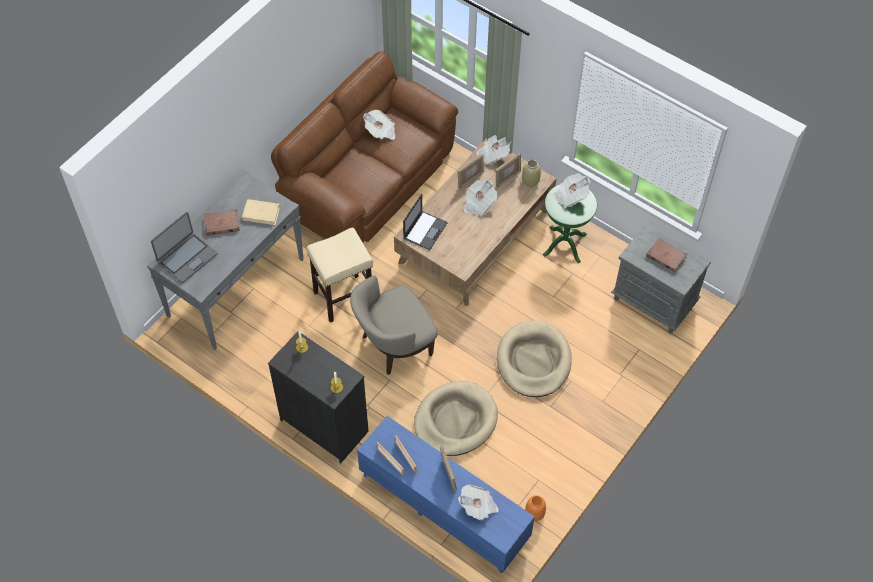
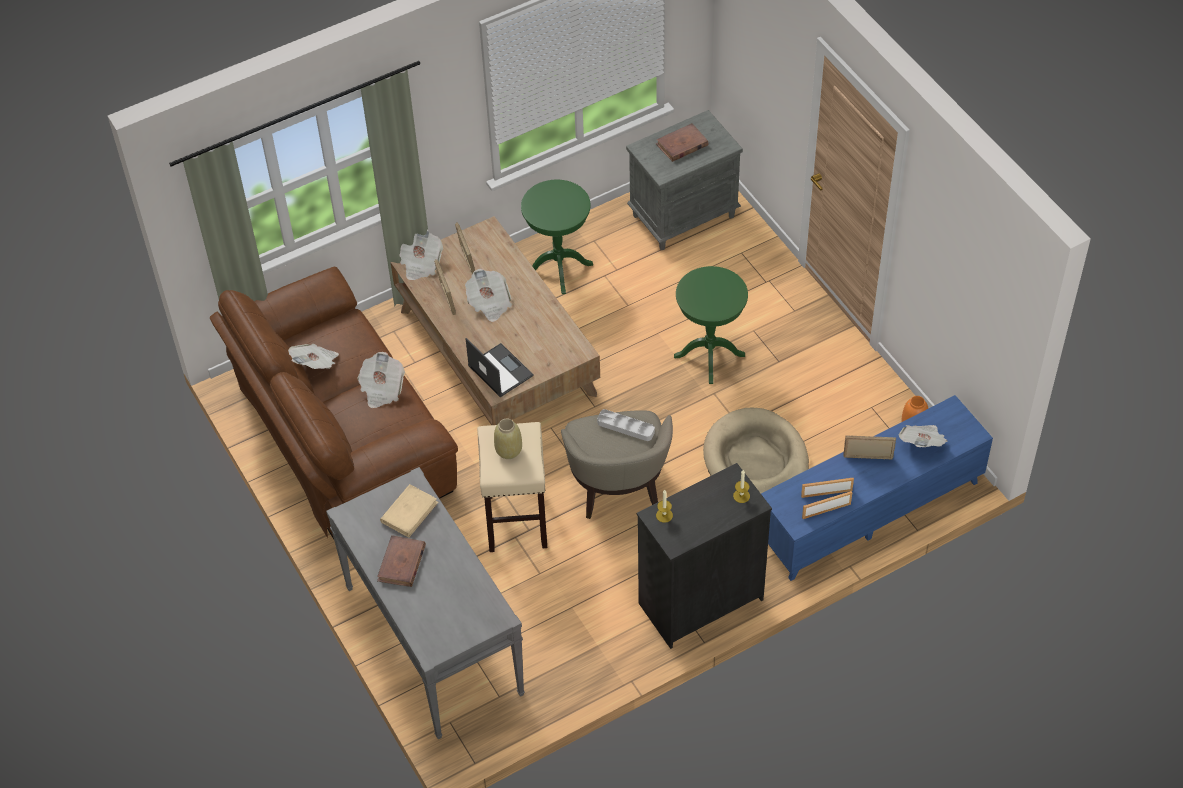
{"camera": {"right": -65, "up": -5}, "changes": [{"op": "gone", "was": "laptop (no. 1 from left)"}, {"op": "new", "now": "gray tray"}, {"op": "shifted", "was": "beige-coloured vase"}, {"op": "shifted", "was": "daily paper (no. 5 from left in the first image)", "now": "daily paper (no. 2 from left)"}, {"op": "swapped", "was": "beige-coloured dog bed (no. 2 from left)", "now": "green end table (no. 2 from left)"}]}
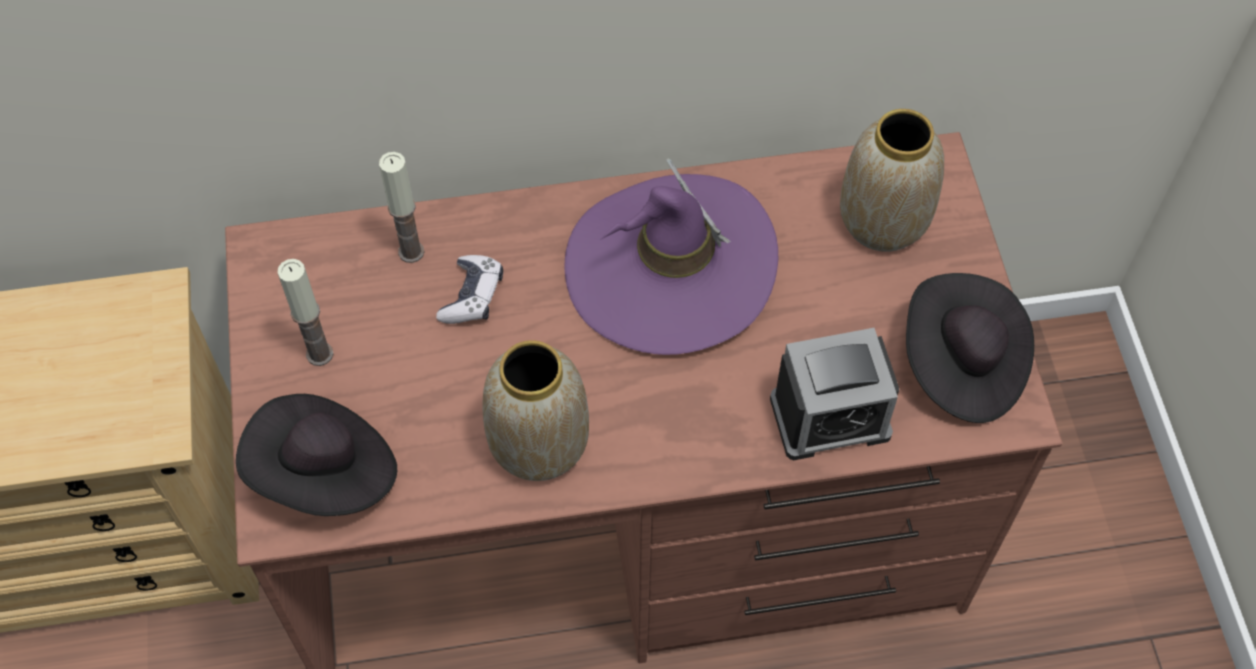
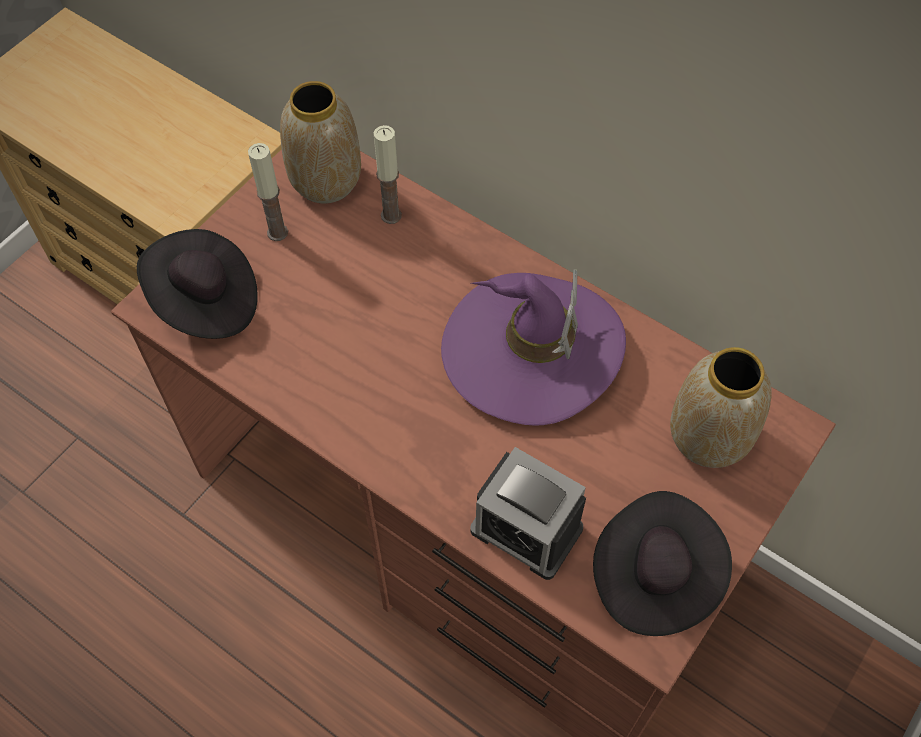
{"camera": {"right": 45, "up": 0}, "changes": [{"op": "gone", "was": "gamepad"}, {"op": "shifted", "was": "vase (no. 1 from left)"}]}
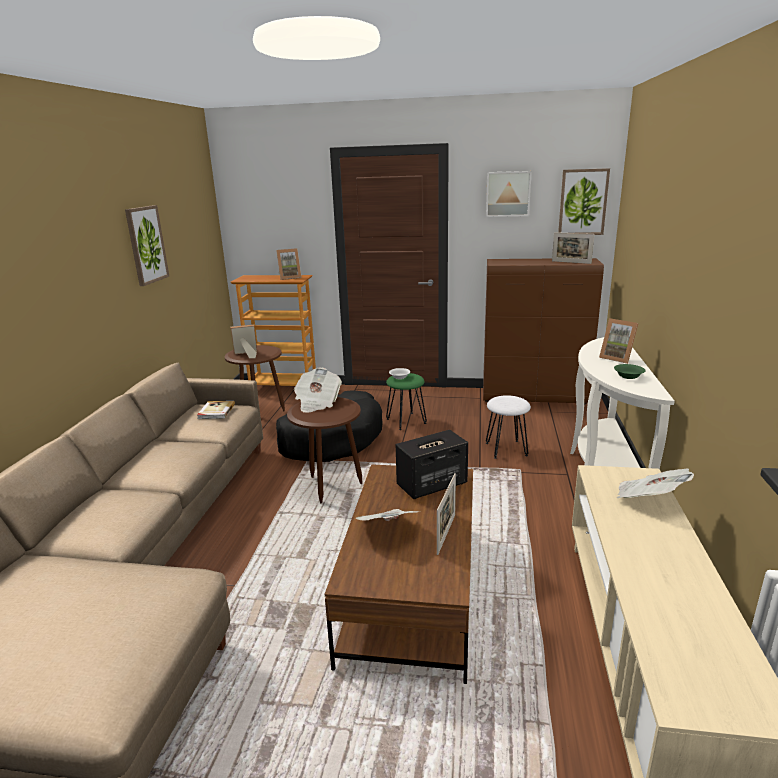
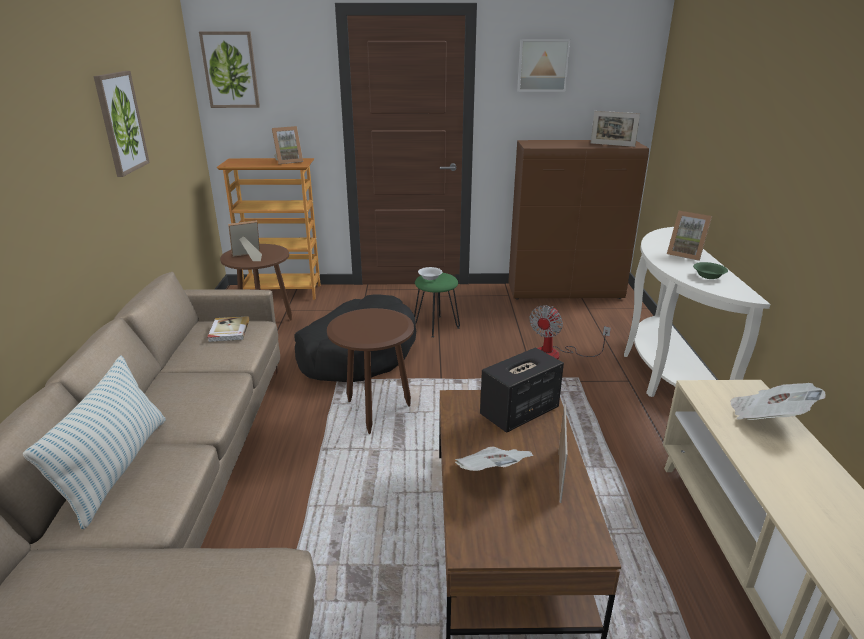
{"camera": {"right": -10, "up": 5}, "changes": [{"op": "gone", "was": "daily paper (no. 1 from left)"}, {"op": "new", "now": "pillow"}, {"op": "shifted", "was": "picture (no. 3 from left in the first image)", "now": "picture (no. 2 from left)"}, {"op": "swapped", "was": "whitish stool", "now": "fan"}]}
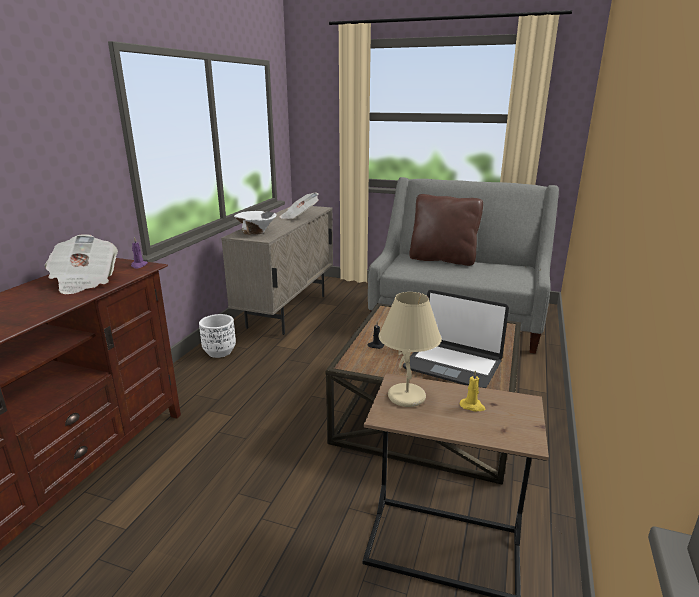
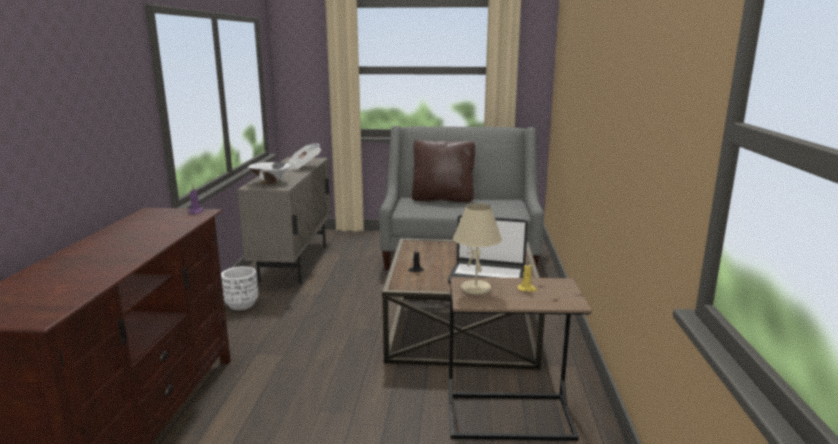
{"camera": {"right": -15, "up": -5}, "changes": [{"op": "gone", "was": "daily paper (no. 1 from left)"}]}
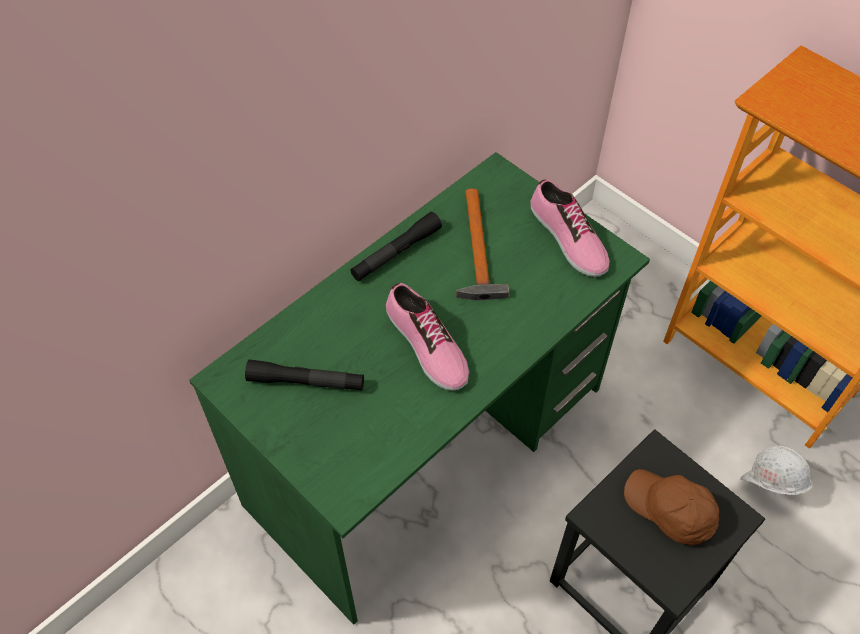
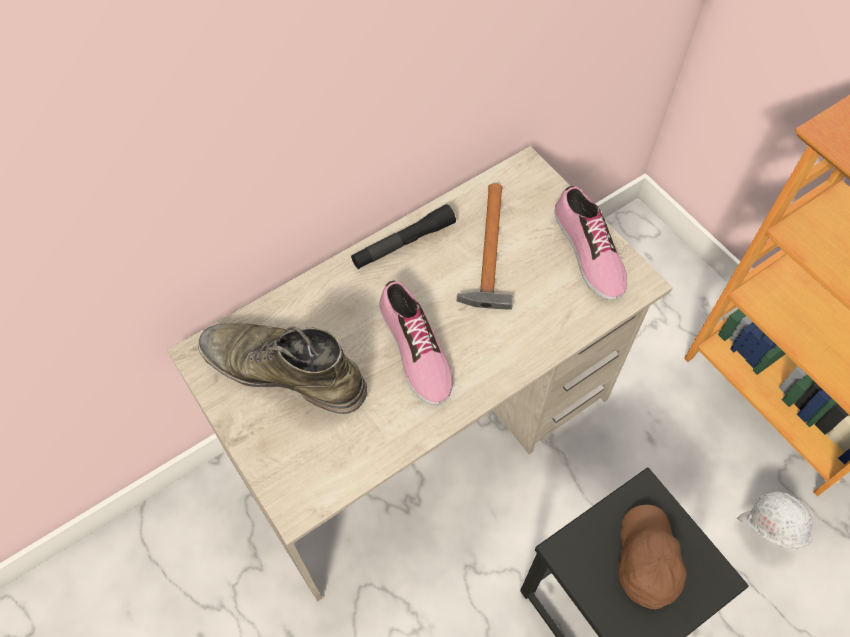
{"camera": {"right": 10, "up": 5}, "changes": [{"op": "swapped", "was": "blackish hand torch (no. 1 from left)", "now": "green tall boot"}, {"op": "repainted", "was": "green desk", "now": "beige-coloured desk"}, {"op": "rotated", "was": "brown peaked cap", "clockwise": 45}]}
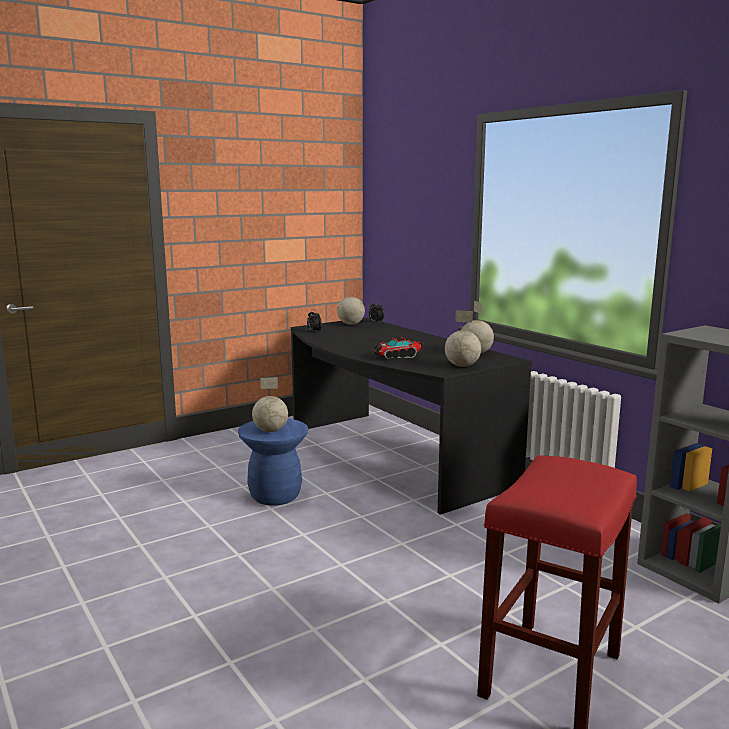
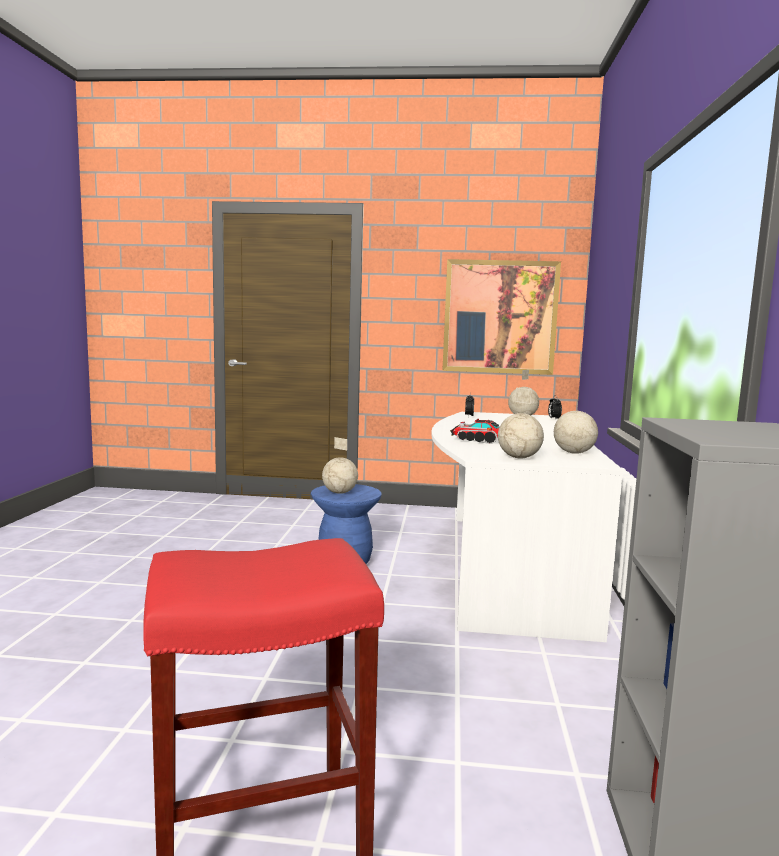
{"camera": {"right": 40, "up": -5}, "changes": [{"op": "new", "now": "picture"}, {"op": "repainted", "was": "blackish desk", "now": "whitish desk"}]}
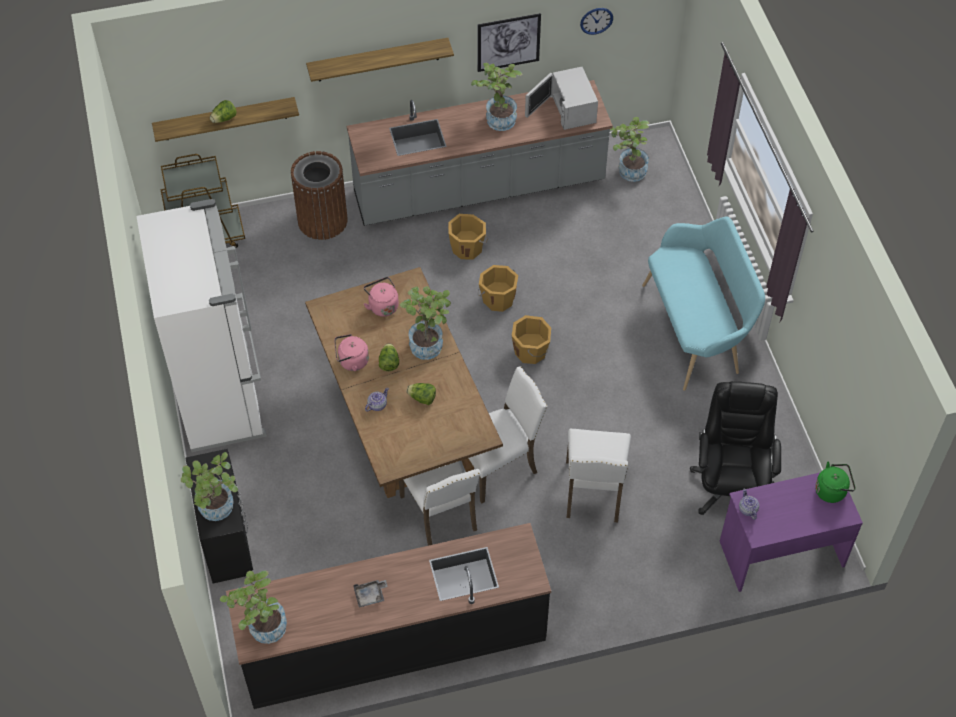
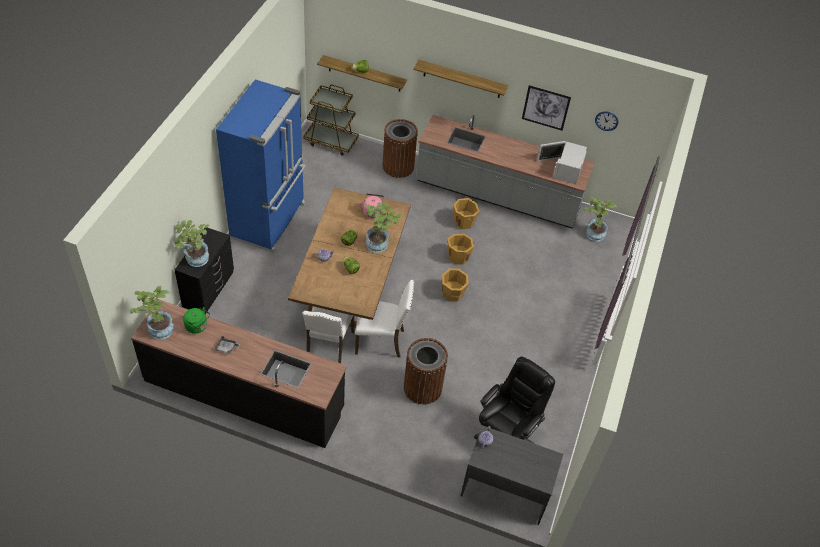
{"camera": {"right": 30, "up": -5}, "changes": [{"op": "gone", "was": "pink-coloured kettle (no. 1 from left)"}, {"op": "gone", "was": "potted plant (no. 4 from left)"}, {"op": "gone", "was": "turquoise bench"}, {"op": "shifted", "was": "green kettle"}, {"op": "swapped", "was": "whitish plain chair (no. 3 from left)", "now": "brown waste bin (no. 2 from left)"}, {"op": "repainted", "was": "whitish fridge", "now": "bluish fridge"}, {"op": "repainted", "was": "purplish desk", "now": "gray desk"}]}
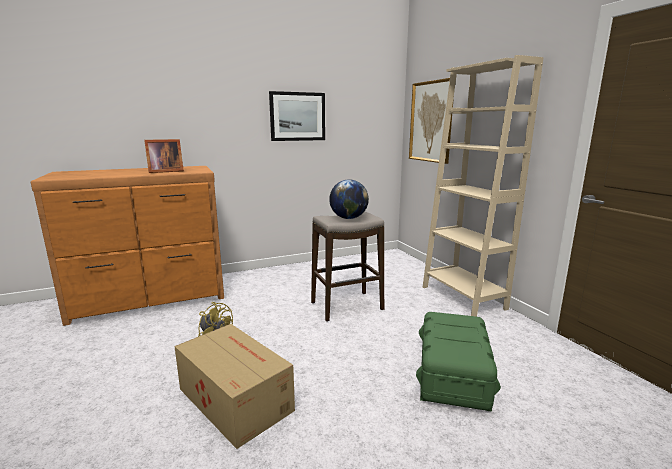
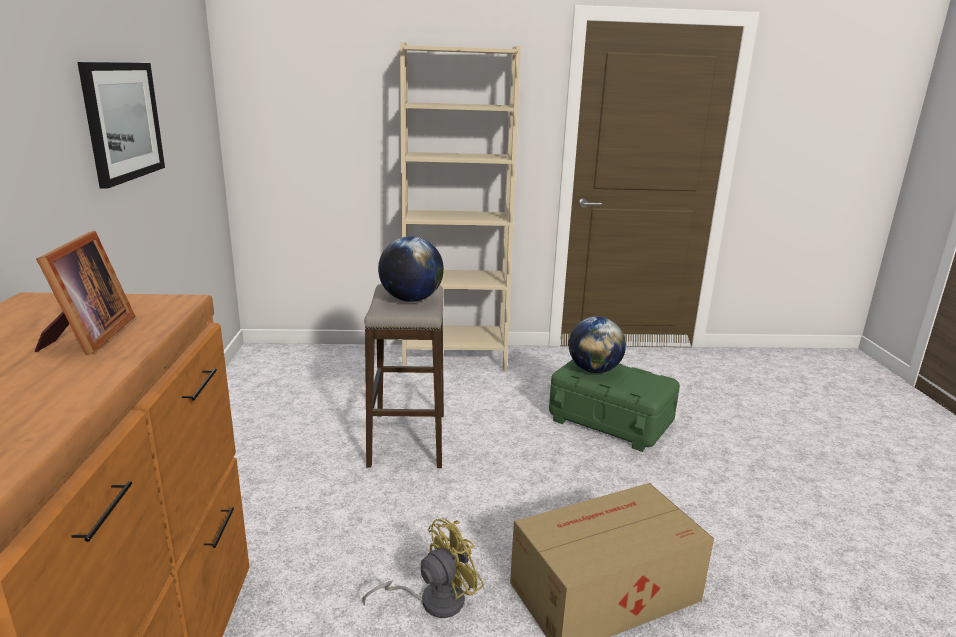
{"camera": {"right": -70, "up": 5}, "changes": [{"op": "gone", "was": "picture (no. 2 from left)"}, {"op": "new", "now": "desk globe (no. 2 from left)"}]}
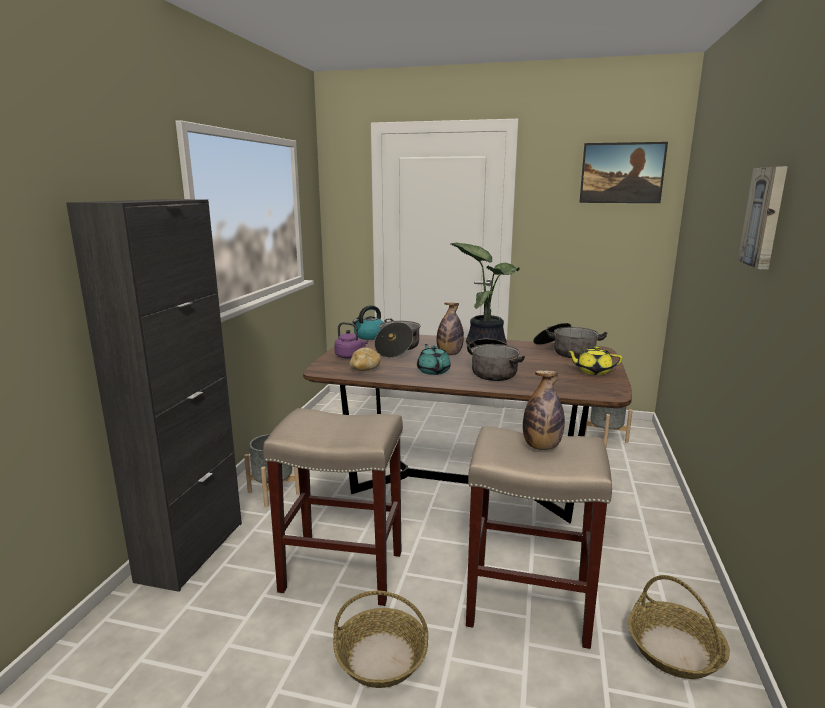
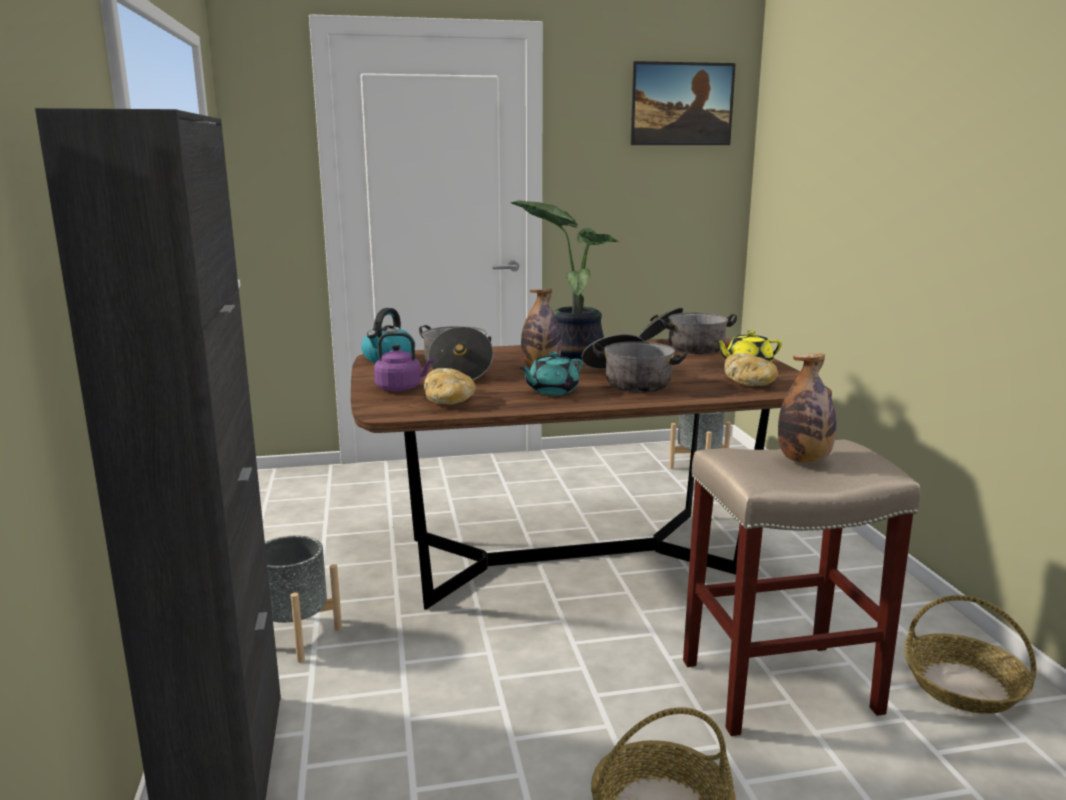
{"camera": {"right": -25, "up": 0}, "changes": [{"op": "gone", "was": "beige-coloured stool (no. 1 from left)"}, {"op": "gone", "was": "picture (no. 2 from left)"}, {"op": "new", "now": "baked bread (no. 2 from left)"}, {"op": "rotated", "was": "turquoise pot for tea", "clockwise": -90}]}
